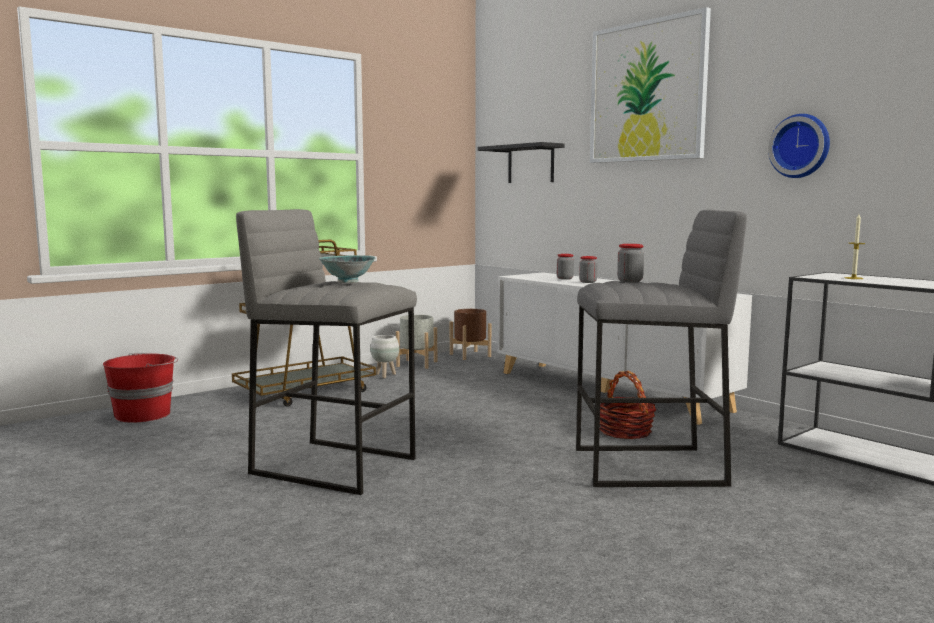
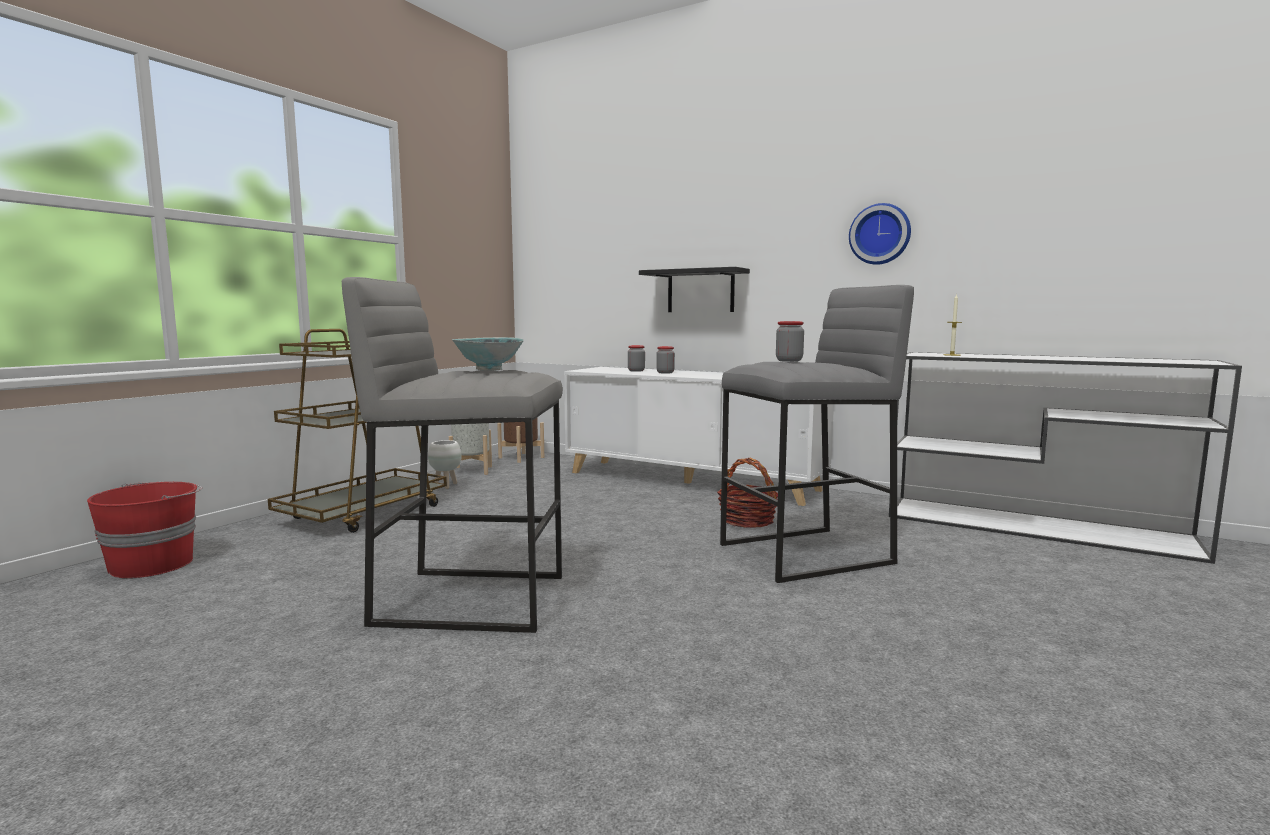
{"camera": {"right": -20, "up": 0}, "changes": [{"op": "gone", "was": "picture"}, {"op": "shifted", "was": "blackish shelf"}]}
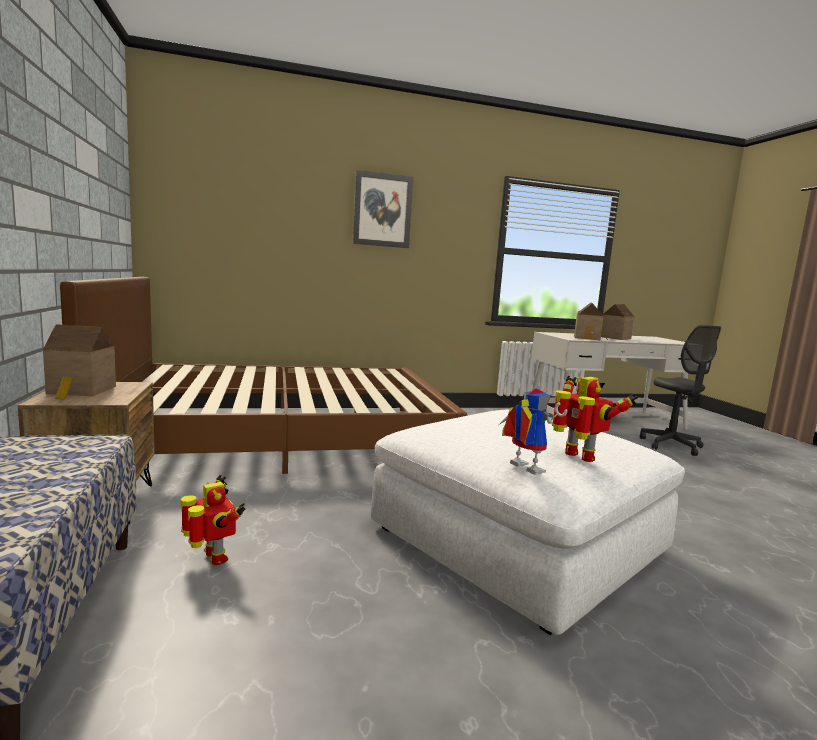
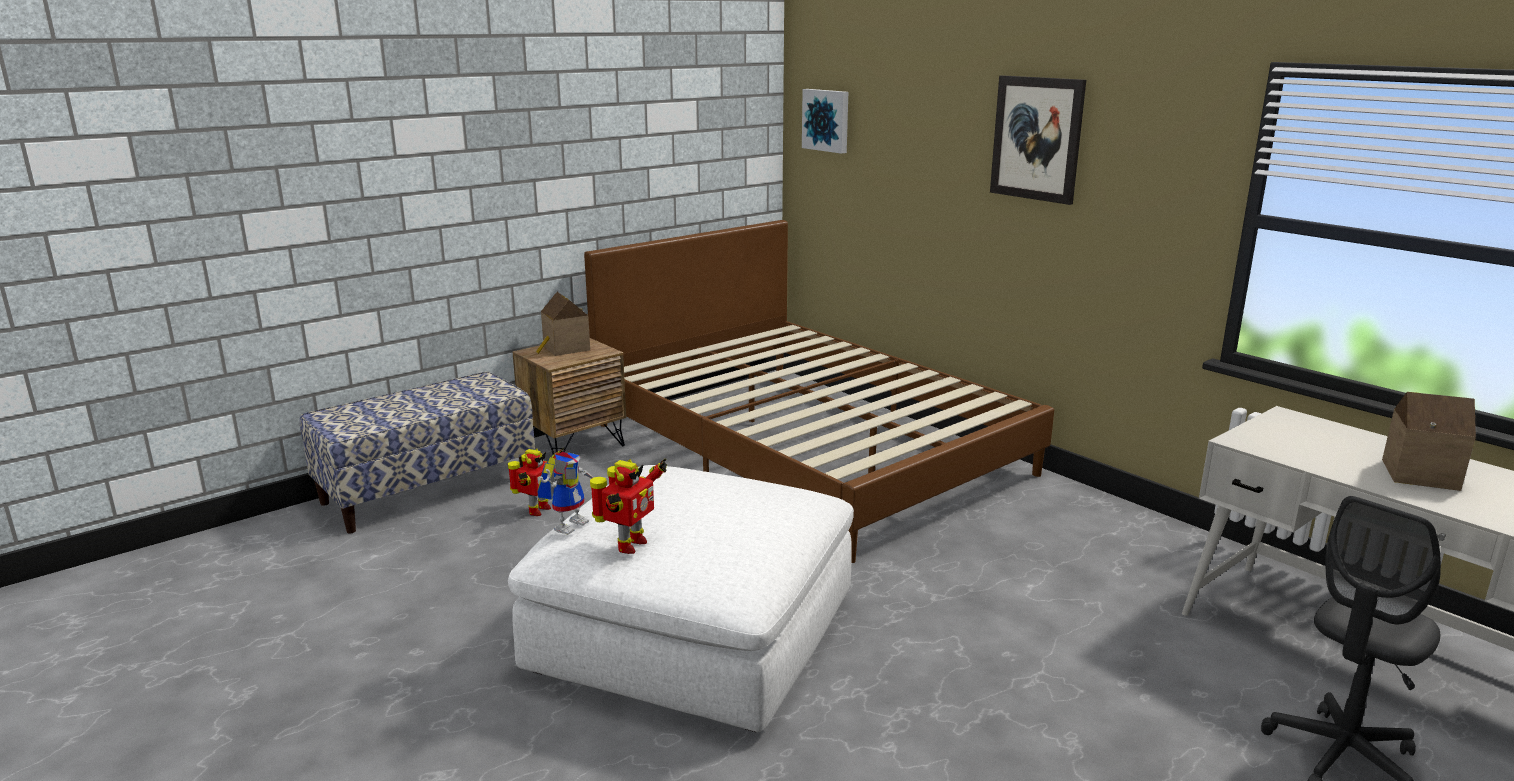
{"camera": {"right": 65, "up": 10}, "changes": [{"op": "gone", "was": "miniature house (no. 2 from left)"}, {"op": "new", "now": "picture (no. 1 from left)"}]}
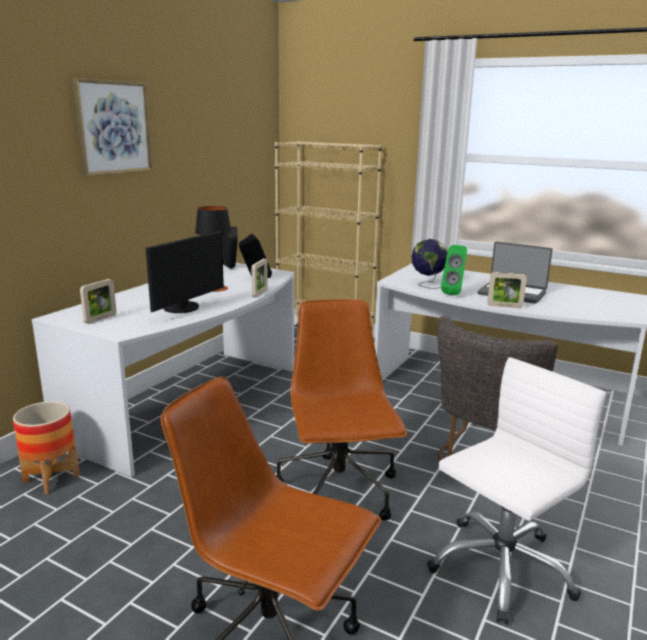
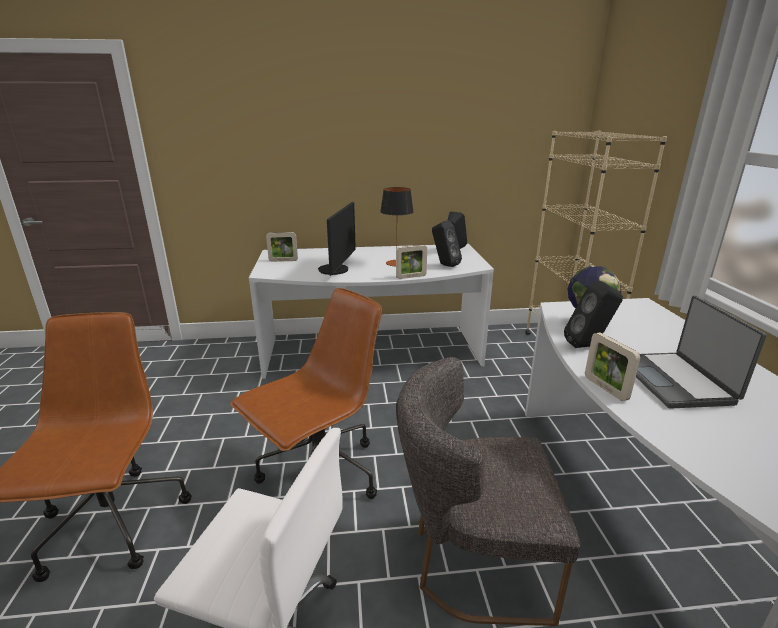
{"camera": {"right": 55, "up": 5}, "changes": [{"op": "gone", "was": "flower pot"}, {"op": "gone", "was": "picture"}, {"op": "repainted", "was": "green loudspeaker", "now": "blackish loudspeaker (no. 3 from left)"}, {"op": "rotated", "was": "monitor", "clockwise": -75}]}
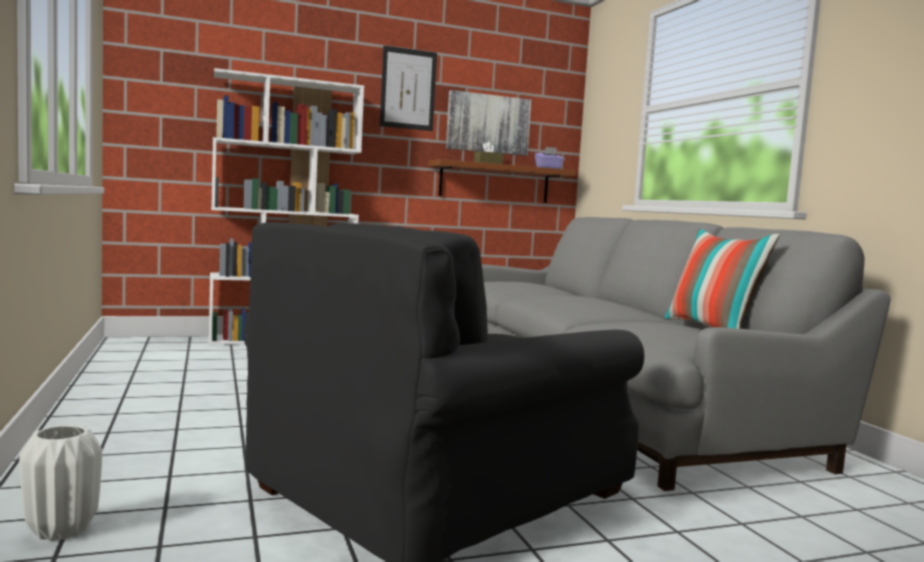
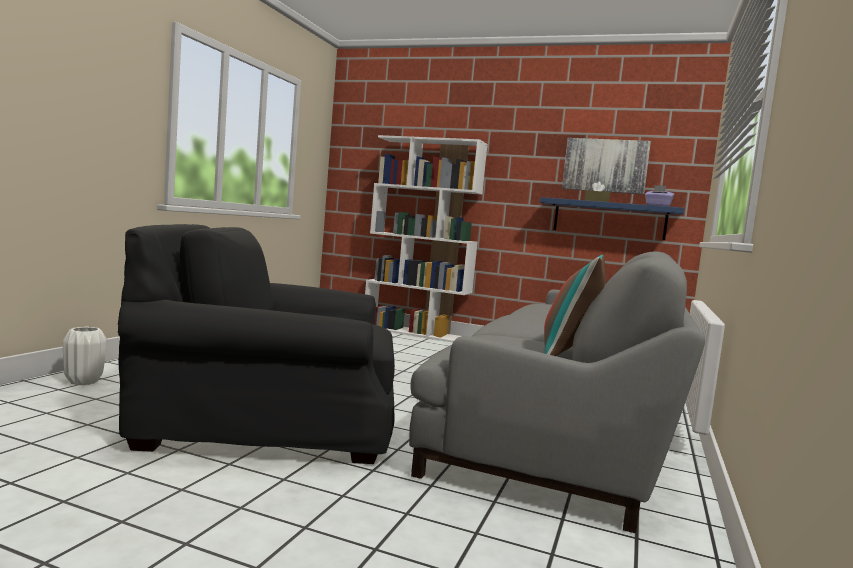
{"camera": {"right": 40, "up": 0}, "changes": [{"op": "gone", "was": "picture (no. 1 from left)"}, {"op": "repainted", "was": "brown shelf", "now": "bluish shelf"}]}
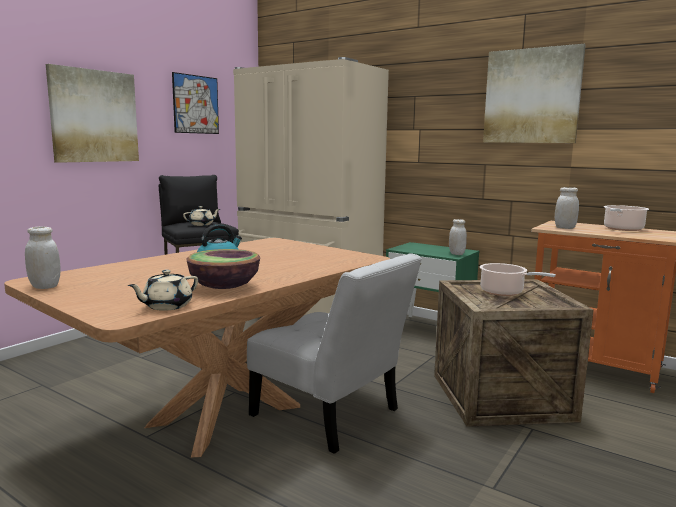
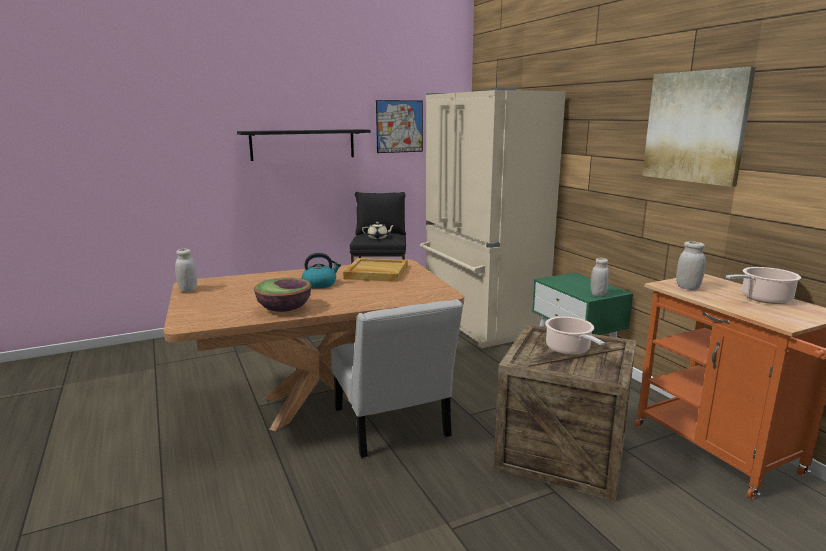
{"camera": {"right": 30, "up": 5}, "changes": [{"op": "gone", "was": "beige-coloured pot for tea (no. 1 from left)"}, {"op": "new", "now": "beige-coloured tray"}, {"op": "swapped", "was": "picture (no. 1 from left)", "now": "blackish shelf"}]}
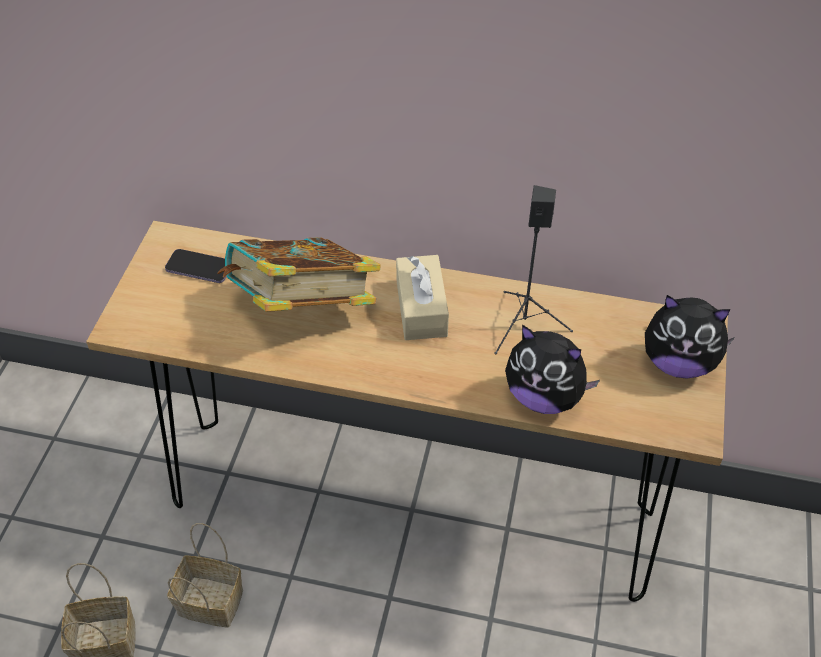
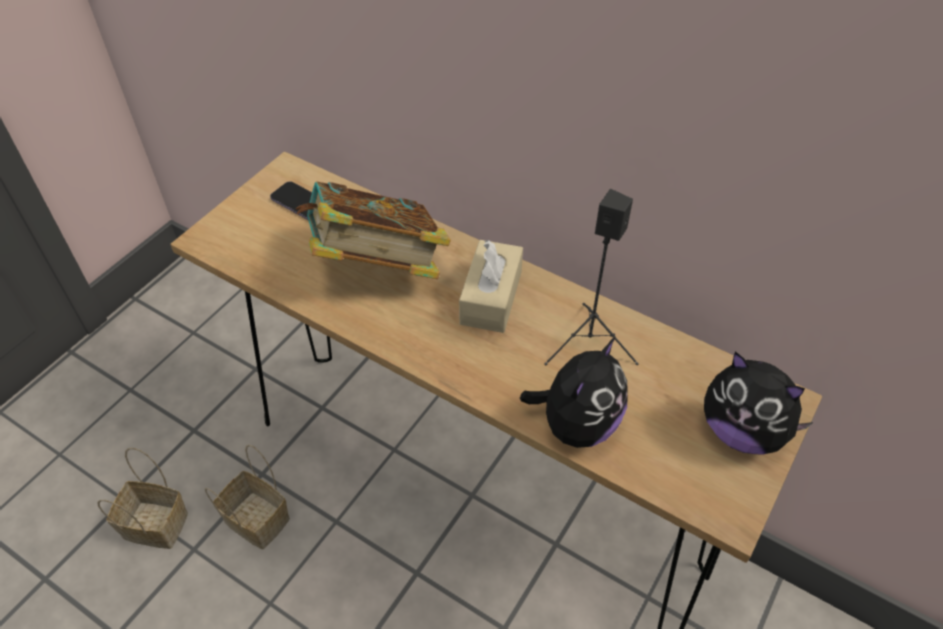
{"camera": {"right": 20, "up": 0}, "changes": [{"op": "rotated", "was": "cuddly toy (no. 1 from left)", "clockwise": -105}]}
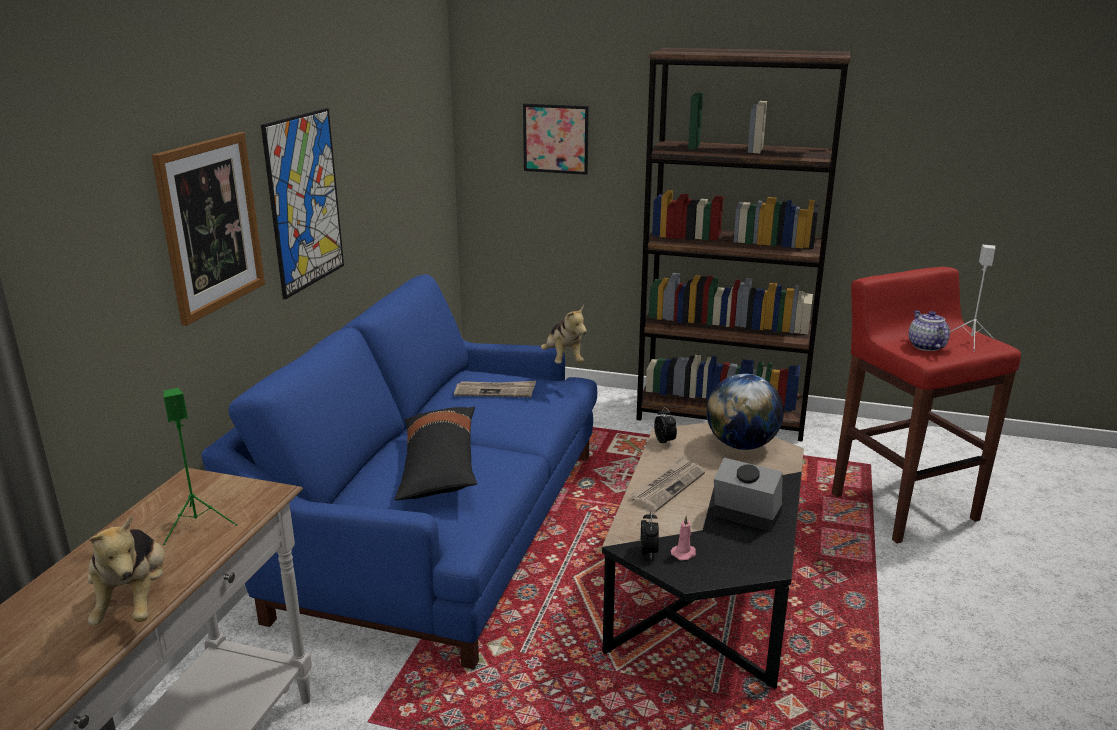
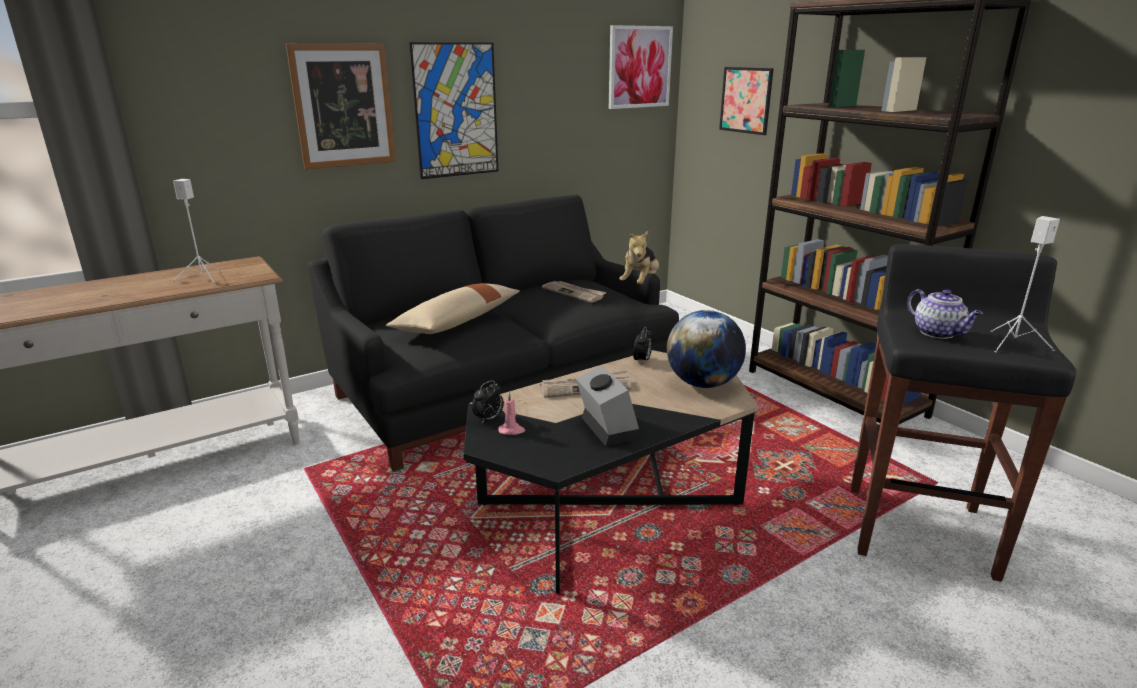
{"camera": {"right": 40, "up": 0}, "changes": [{"op": "gone", "was": "cuddly toy (no. 1 from left)"}, {"op": "new", "now": "picture (no. 3 from left)"}, {"op": "repainted", "was": "green loudspeaker", "now": "whitish loudspeaker (no. 1 from left)"}, {"op": "repainted", "was": "bluish couch", "now": "blackish couch"}, {"op": "repainted", "was": "blackish pillow", "now": "beige-coloured pillow"}, {"op": "repainted", "was": "red-coloured stool", "now": "blackish stool"}, {"op": "rotated", "was": "pot for tea", "clockwise": 120}]}
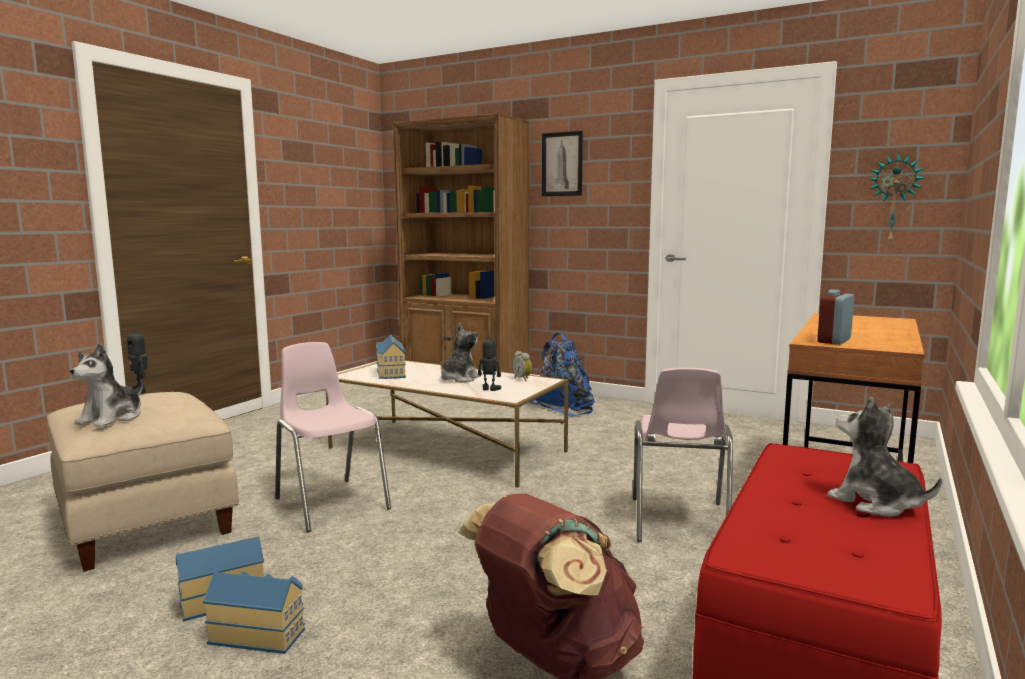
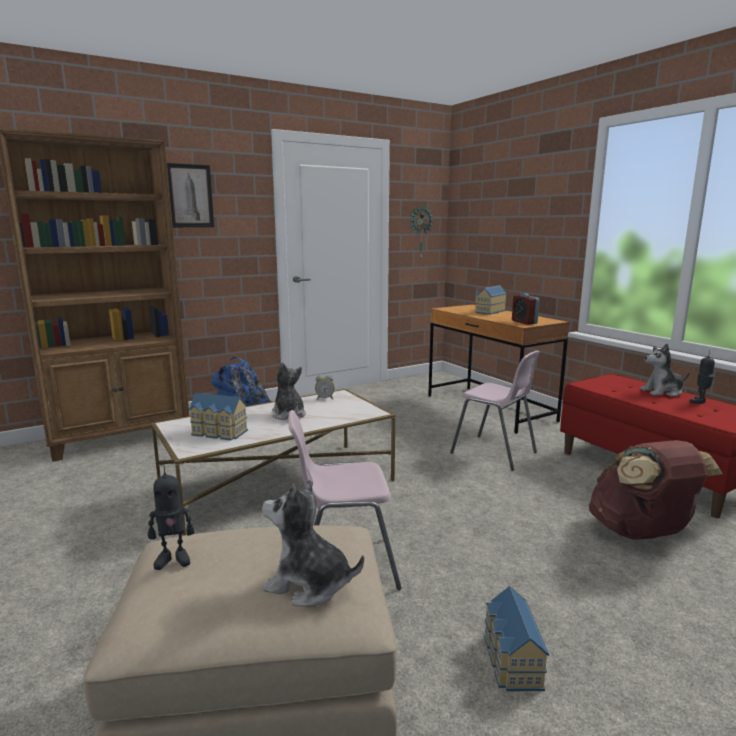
{"camera": {"right": -60, "up": 5}, "changes": [{"op": "shifted", "was": "miniature house (no. 2 from left)"}, {"op": "shifted", "was": "toy robot (no. 2 from left)"}, {"op": "rotated", "was": "cuddly toy (no. 1 from left in the first image)", "clockwise": 150}]}
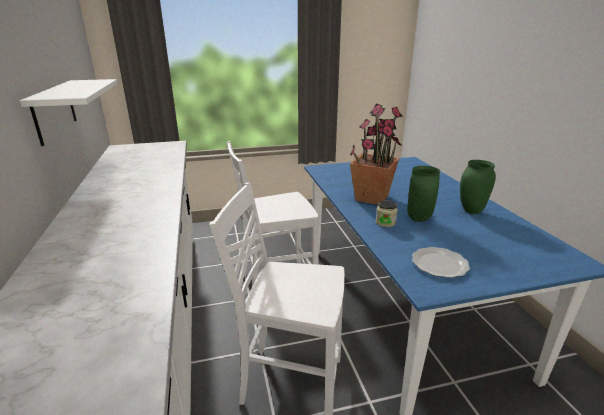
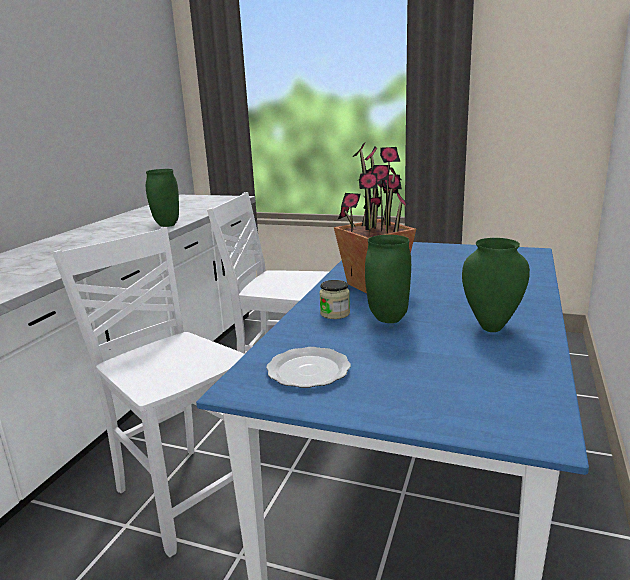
{"camera": {"right": 35, "up": -5}, "changes": [{"op": "gone", "was": "whitish shelf"}, {"op": "new", "now": "green vase (no. 1 from left)"}]}
